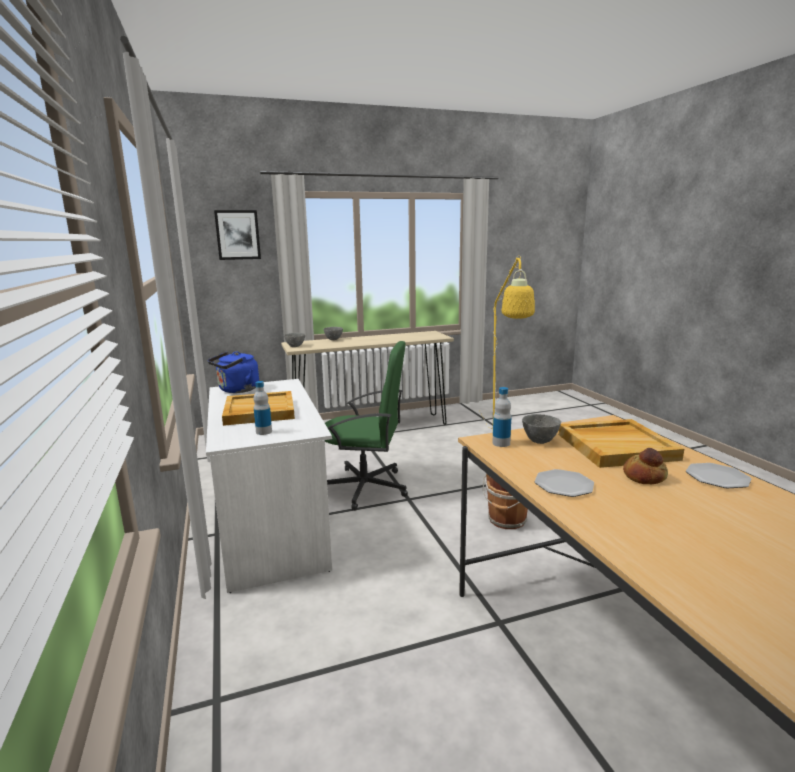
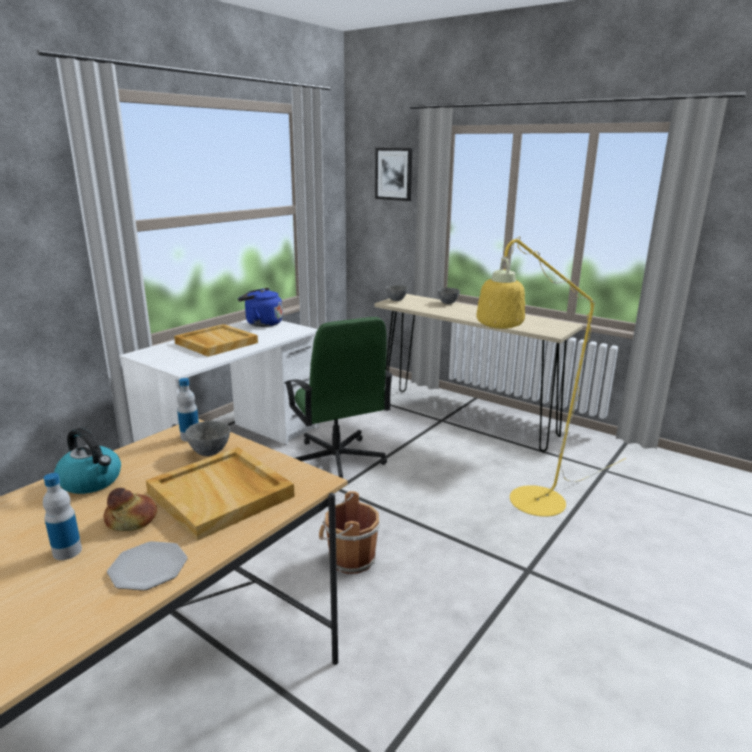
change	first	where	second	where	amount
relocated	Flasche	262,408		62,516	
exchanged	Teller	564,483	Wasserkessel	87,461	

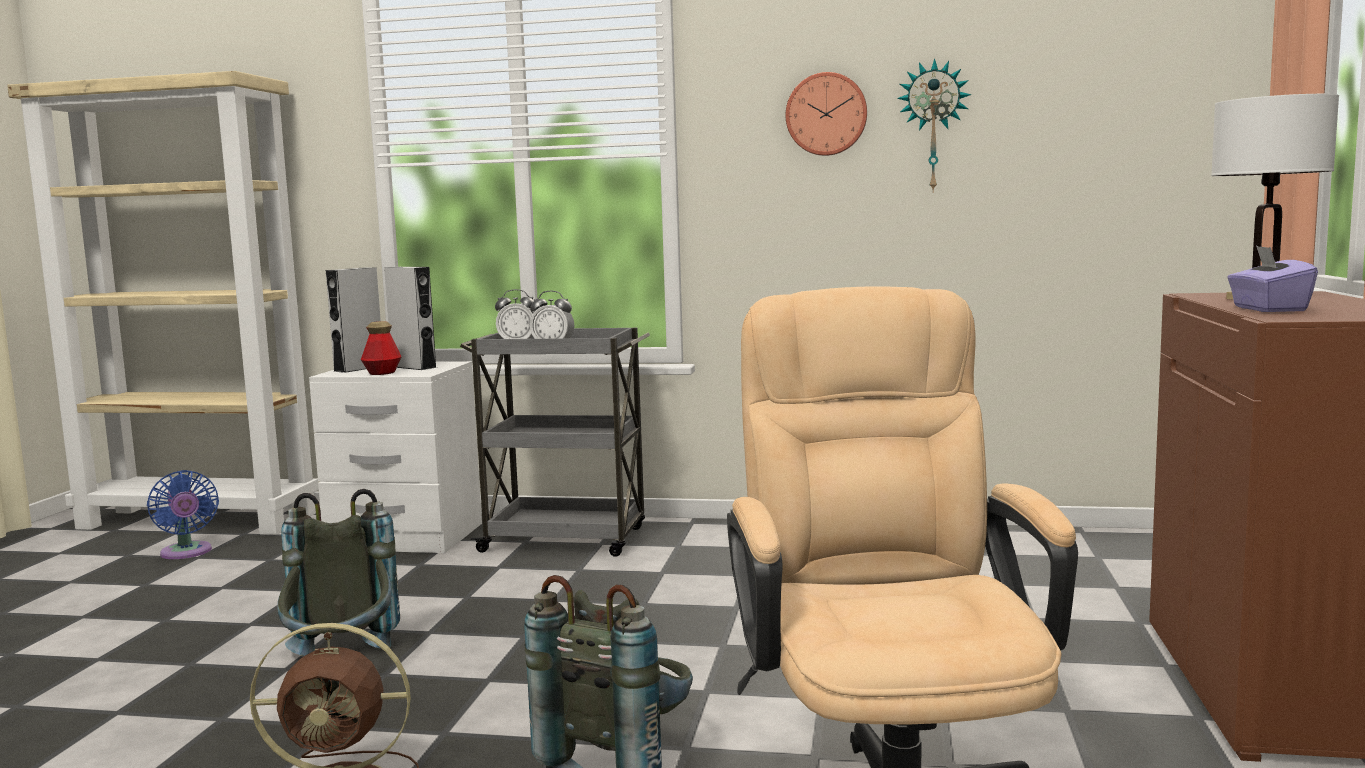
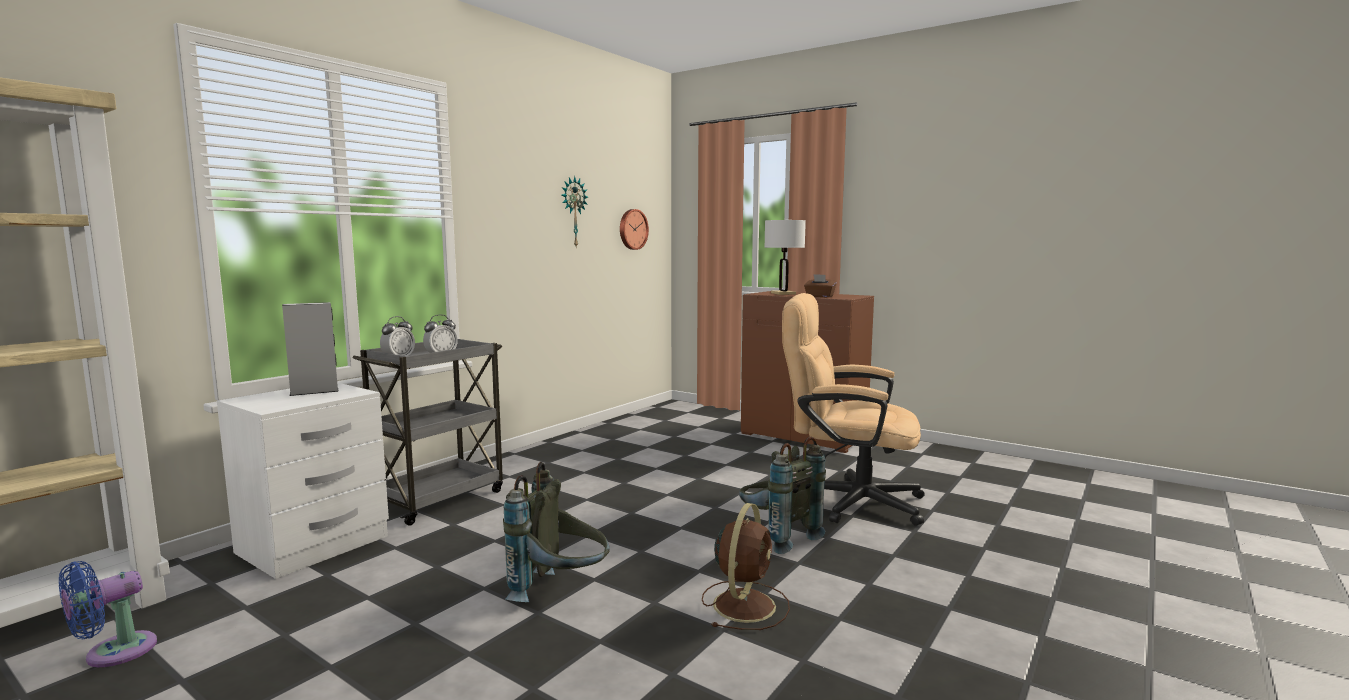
change	first	where	second	where	amount
relocated	Wanduhr	826,114		634,229	
colour	Taschentuchbox (lila)	1272,279	Taschentuchbox (braun)	820,285	
missing	Lautsprecher (grau)	353,320			
missing	Flasche	381,348			
spun	Ventilator (blau)	183,514		108,614	135 degrees clockwise

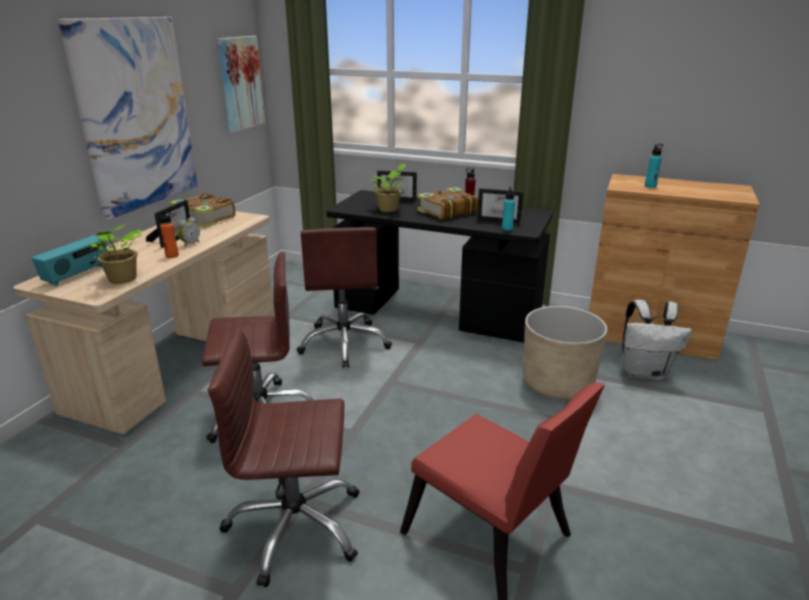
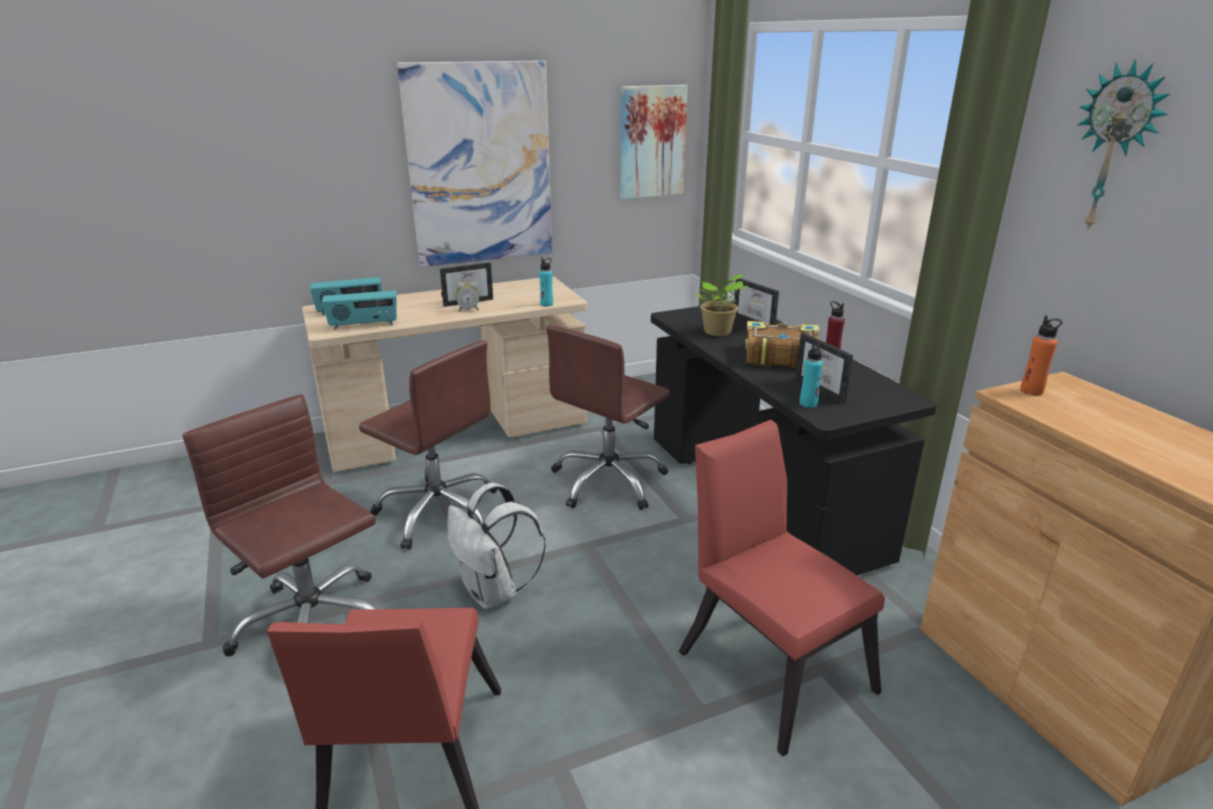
change	first	where	second	where	amount
relocated	Flasche (türkis)	654,166		546,282	
missing	Buch	202,210			
relocated	Flasche (orange)	169,234		1041,355	
exchanged	Topfpflanze	116,254	Radio	359,310	
relocated	Rucksack (weiß)	656,340		496,546	
exchanged	Pflanzkübel (beige)	565,353	Stuhl (rot)	781,588	
appeared			Wanduhr	1124,145	

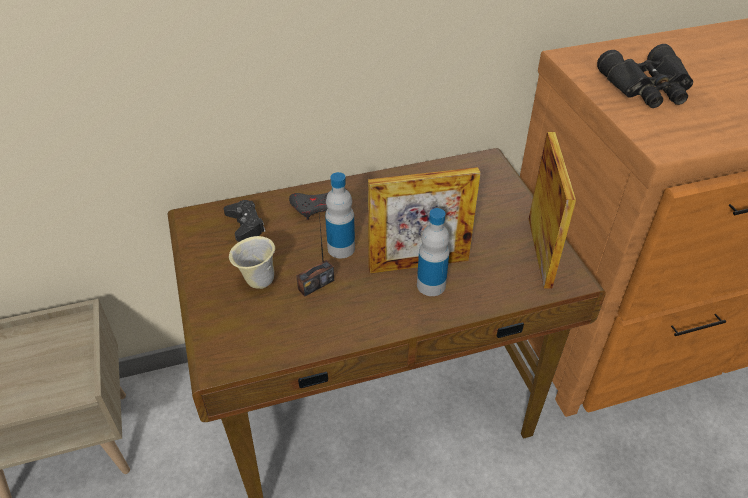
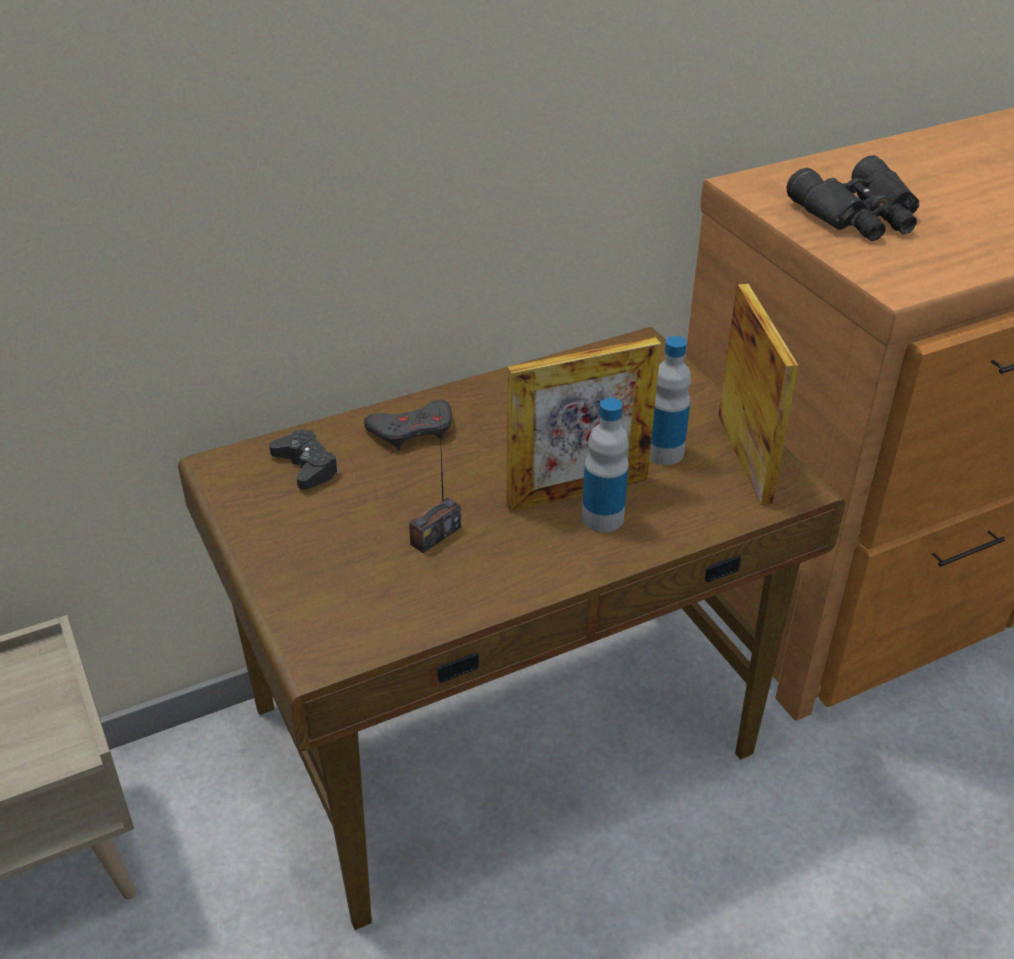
change	first	where	second	where	amount
relocated	Flasche	340,215		670,400	
missing	Henkelbecher (beige)	252,262			

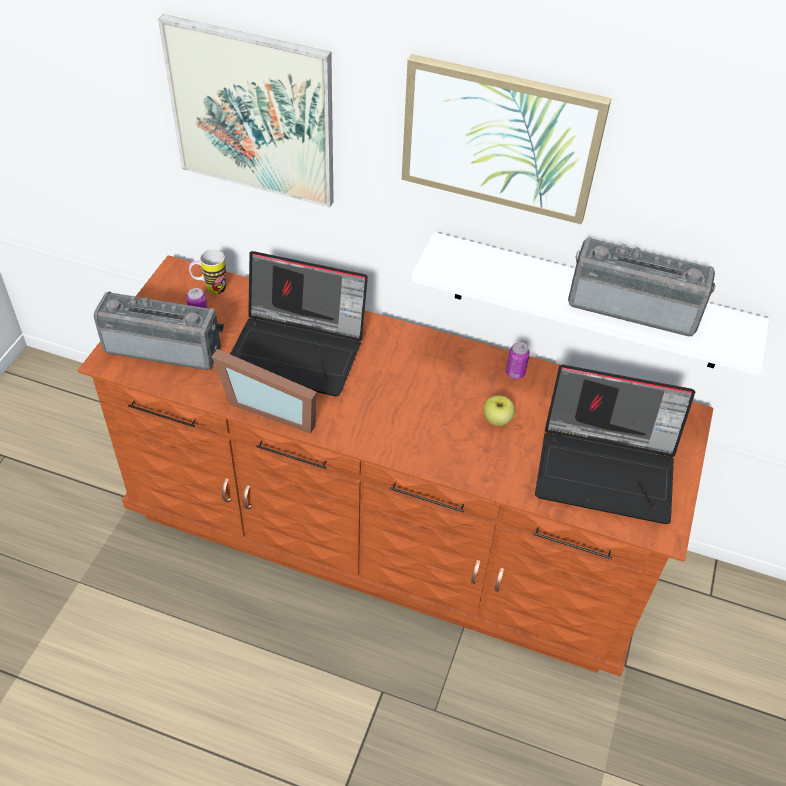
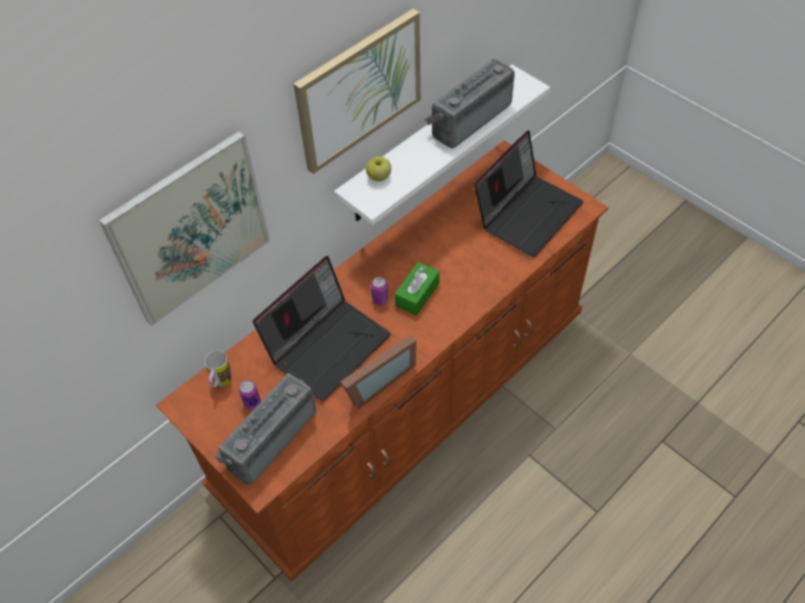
change	first	where	second	where	amount
relocated	Dose	518,360		379,291	
relocated	Apfel	499,411		378,168	
appeared			Taschentuchbox (grün)	417,289	

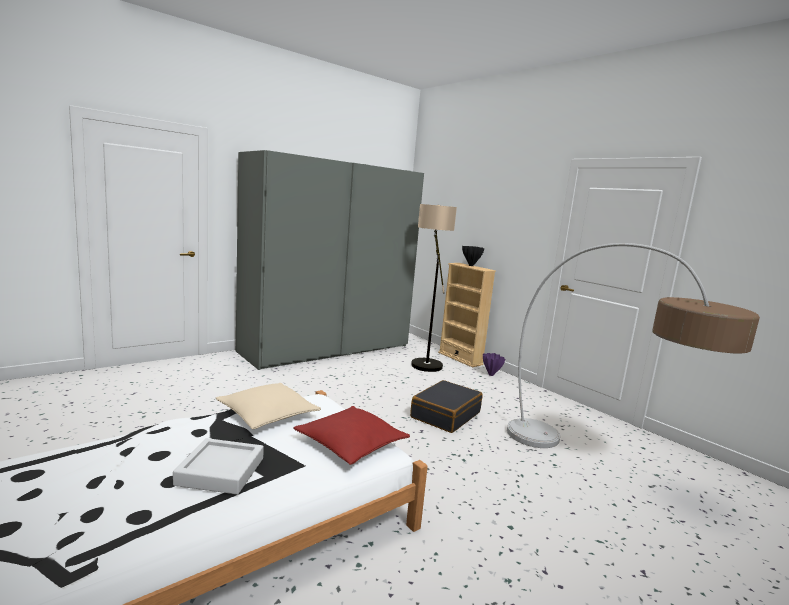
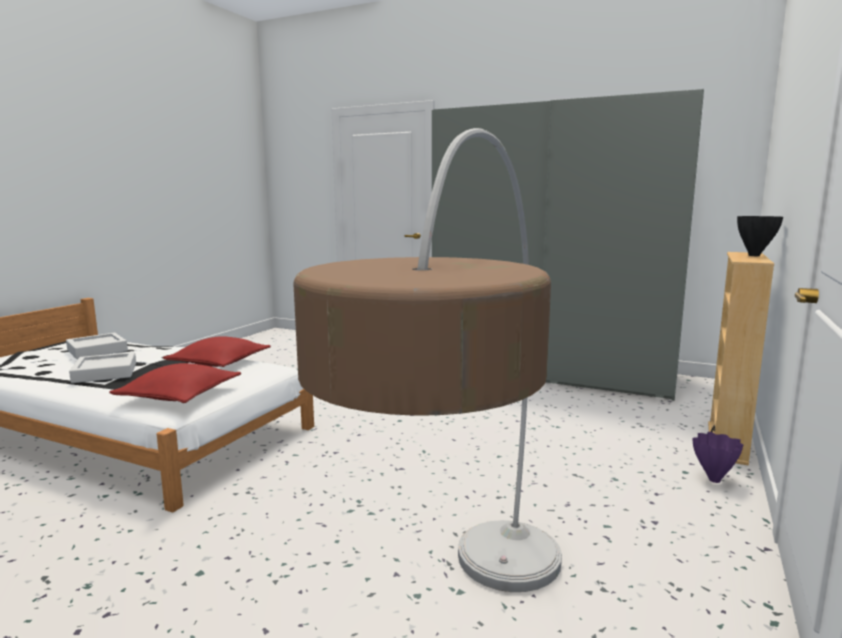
change	first	where	second	where	amount
missing	Stehlampe	434,288			
missing	Koffer (schwarz)	446,406			
colour	Kissen (beige)	268,406	Kissen (rot)	217,351	
appeared			Tablett (grau)	97,346	

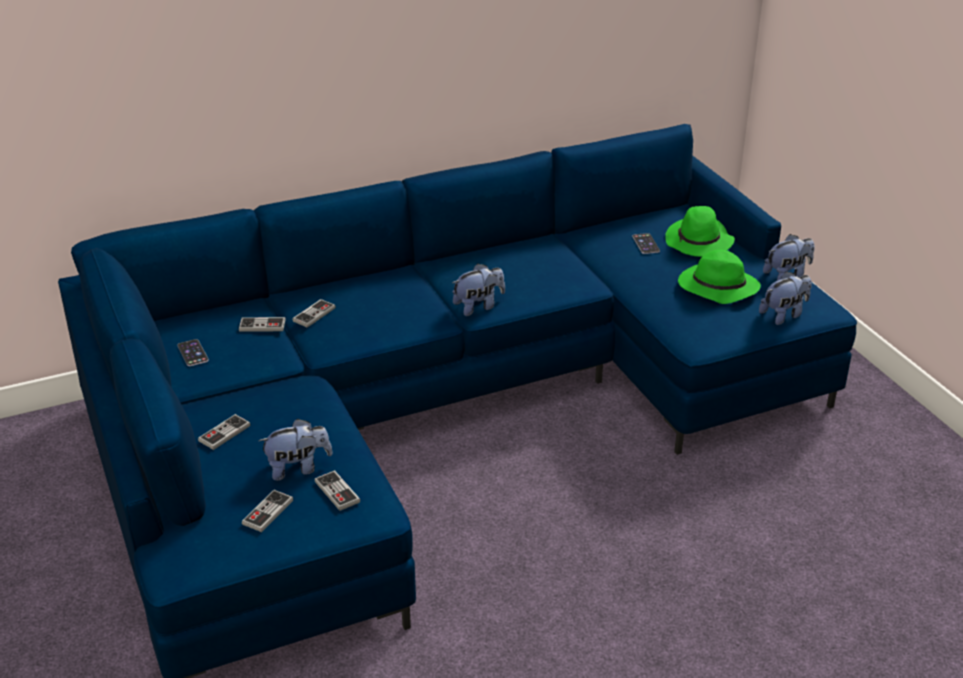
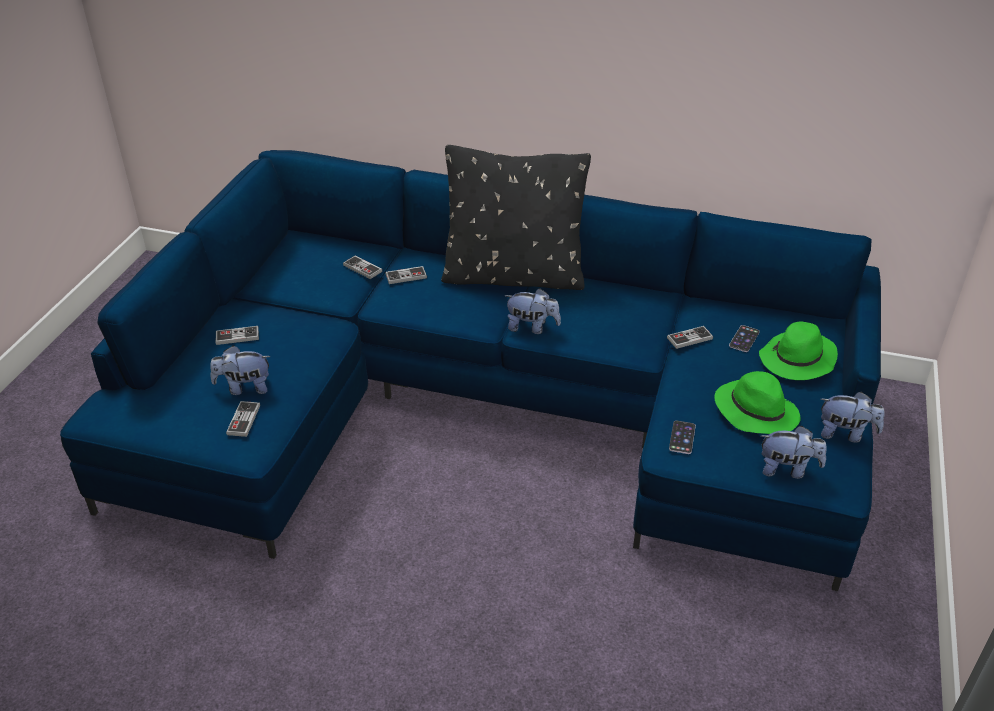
change	first	where	second	where	amount
relocated	Handy	193,352		682,437	
spun	Plüschtier	295,449		240,370	150 degrees clockwise
relocated	Gamepad	267,511		690,337	
appeared			Kissen (schwarz)	516,217	

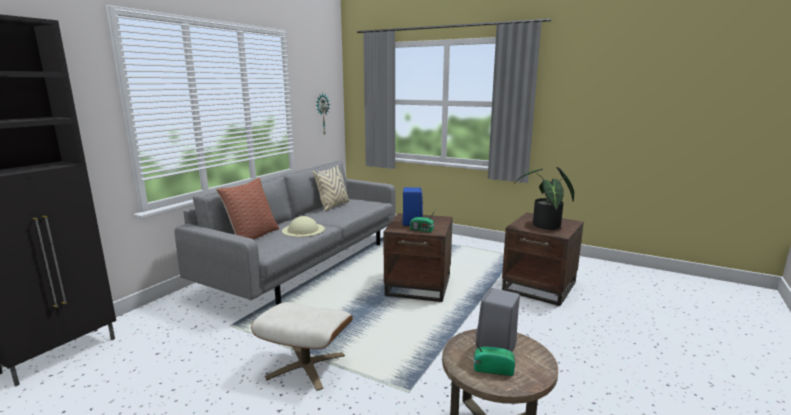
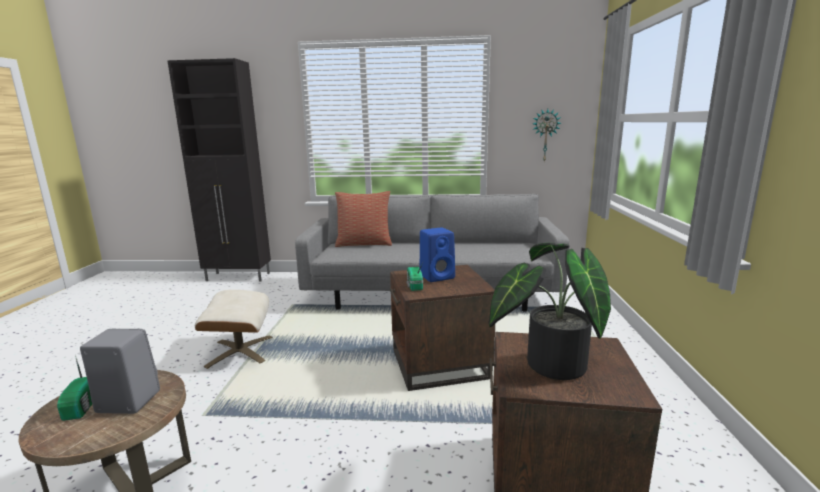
change	first	where	second	where	amount
missing	Kissen (beige)	331,188			
missing	Hut (beige)	303,226			

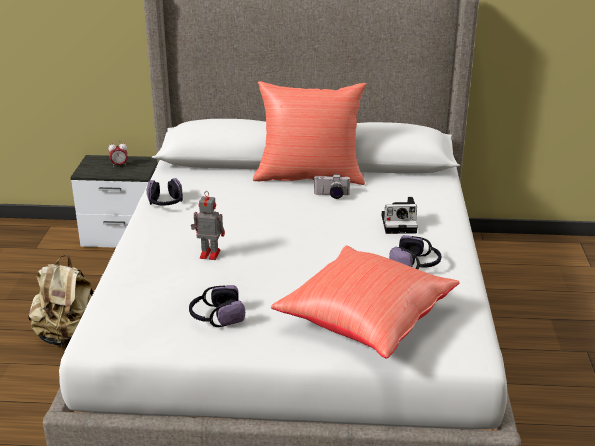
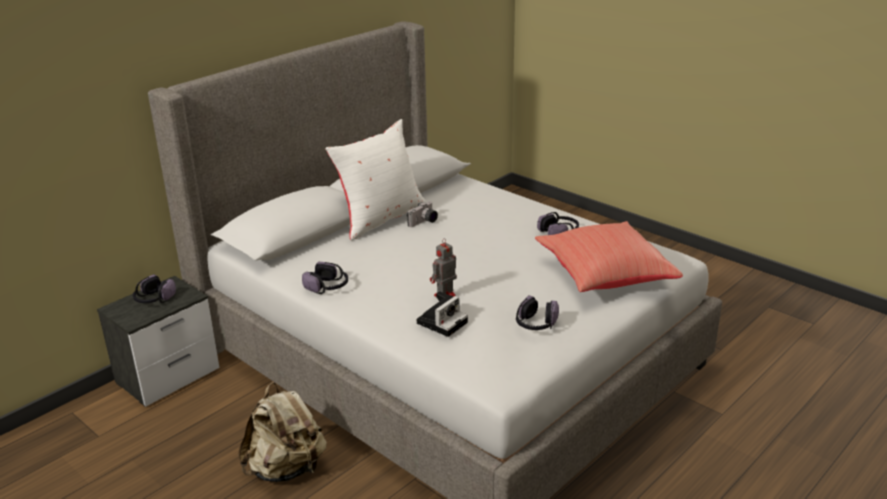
change	first	where	second	where	amount
colour	Kissen (rot)	309,133	Kissen (weiß)	375,180	
exchanged	Wecker	118,154	Kopfhörer	154,288	
relocated	Kamera	399,215		442,314	

